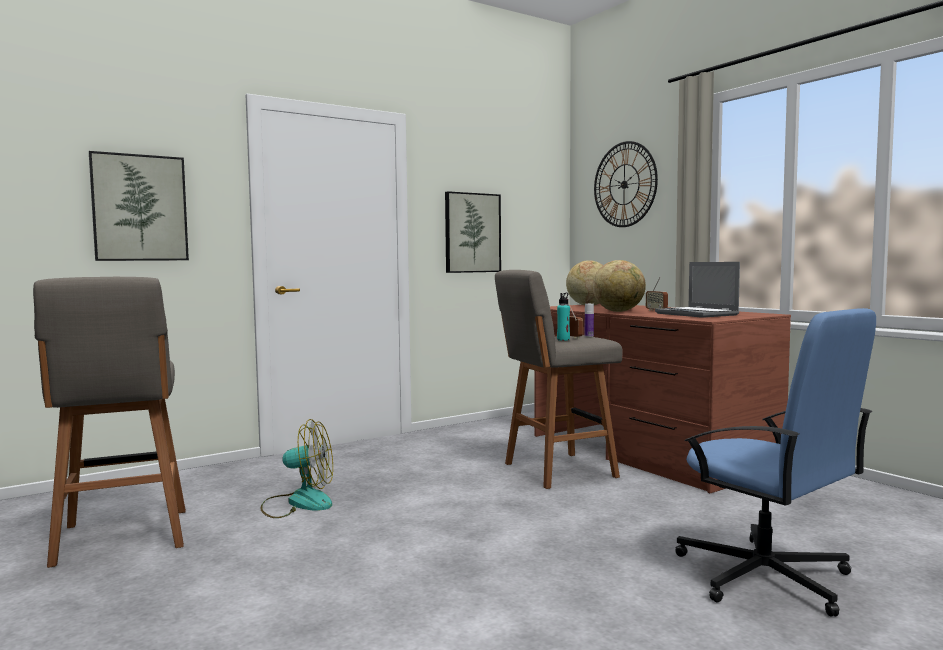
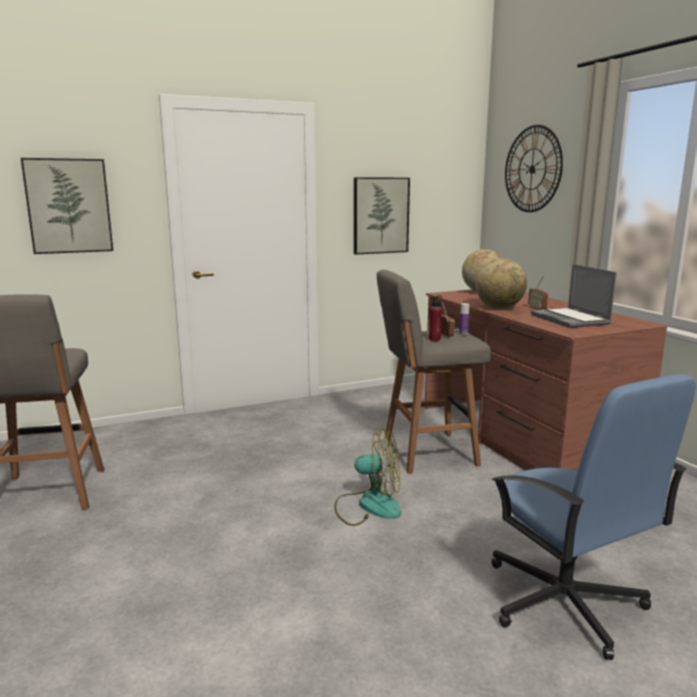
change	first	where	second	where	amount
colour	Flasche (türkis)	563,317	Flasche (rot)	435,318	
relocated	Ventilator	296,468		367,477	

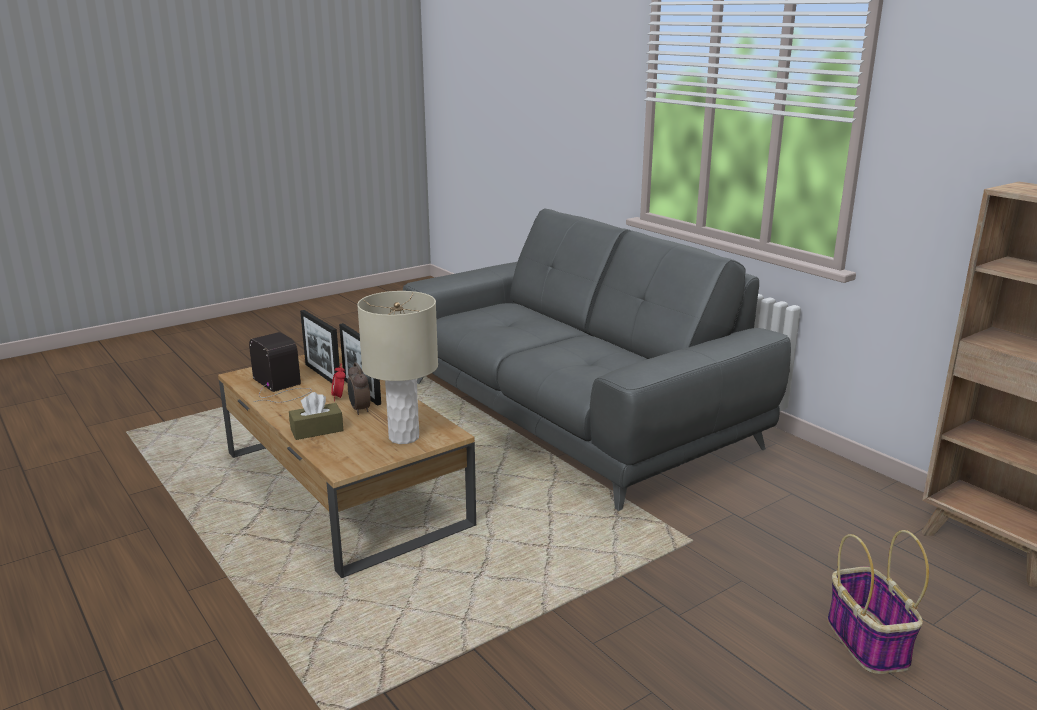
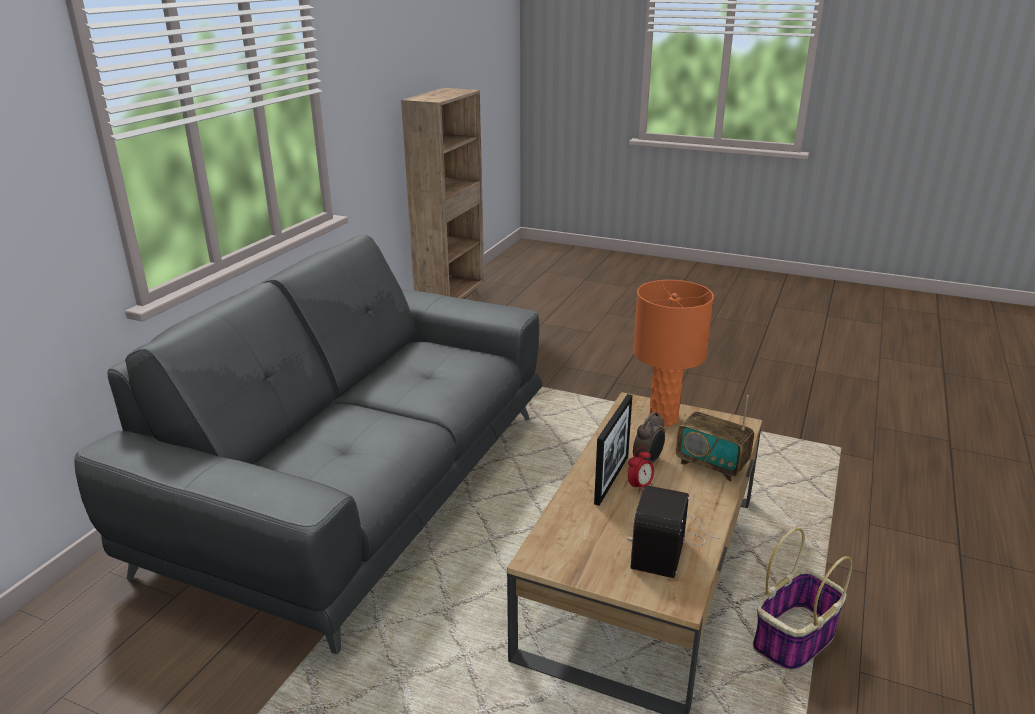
change	first	where	second	where	amount
colour	Tischlampe (beige)	397,367	Tischlampe (orange)	673,353	
missing	Bilderrahmen	320,346			
exchanged	Taschentuchbox (braun)	316,416	Radio	715,438	
relocated	Korb	878,602		803,599	

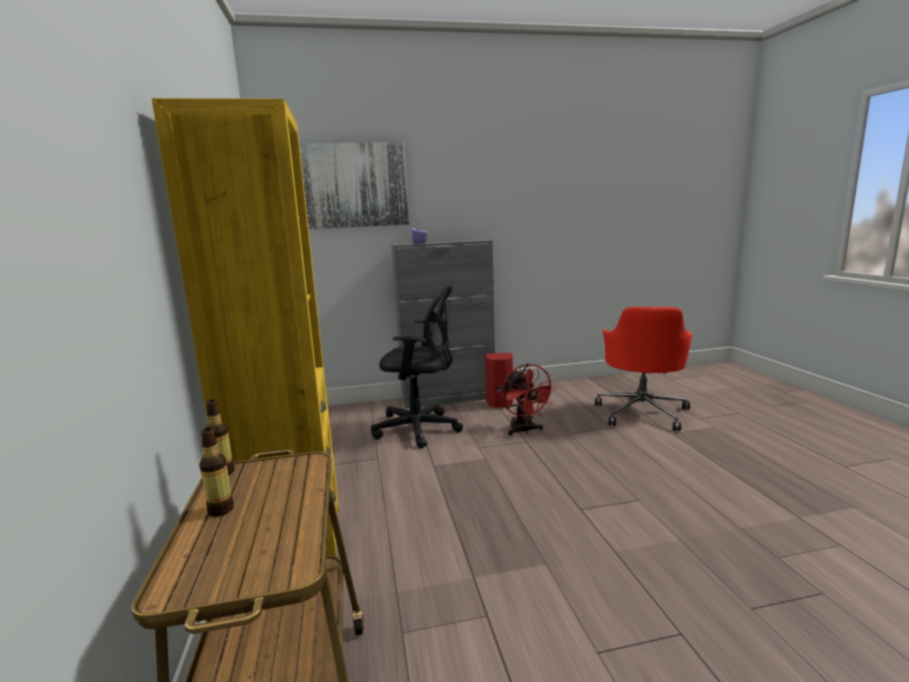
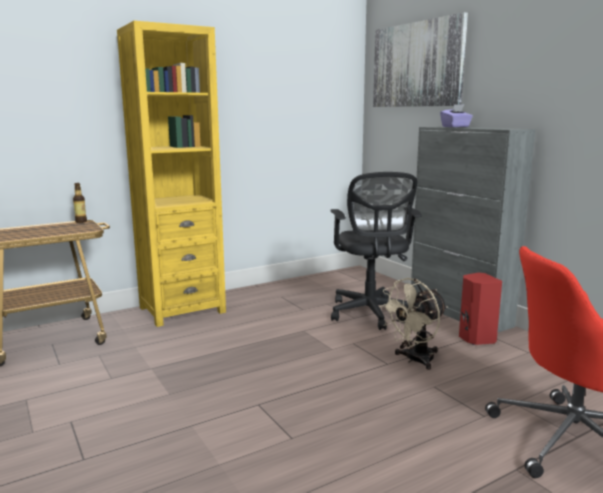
change	first	where	second	where	amount
colour	Ventilator (rot)	528,399	Ventilator (beige)	413,324	
missing	Flasche	216,472			

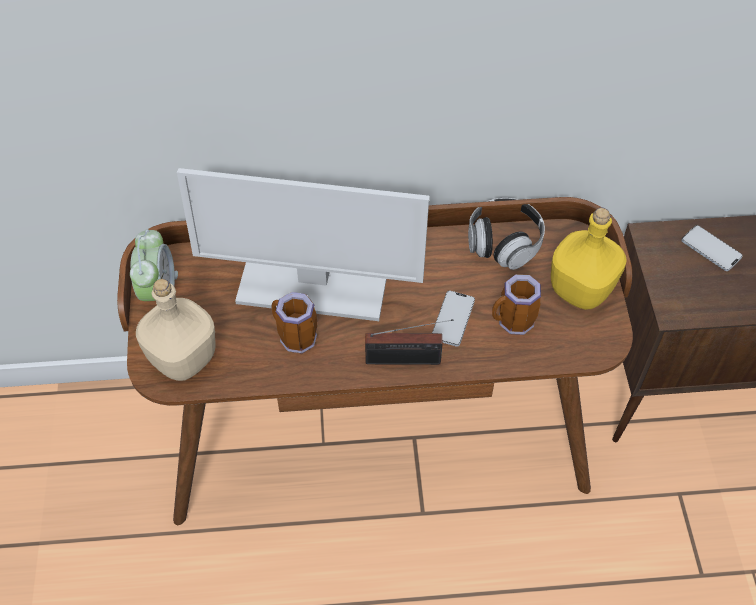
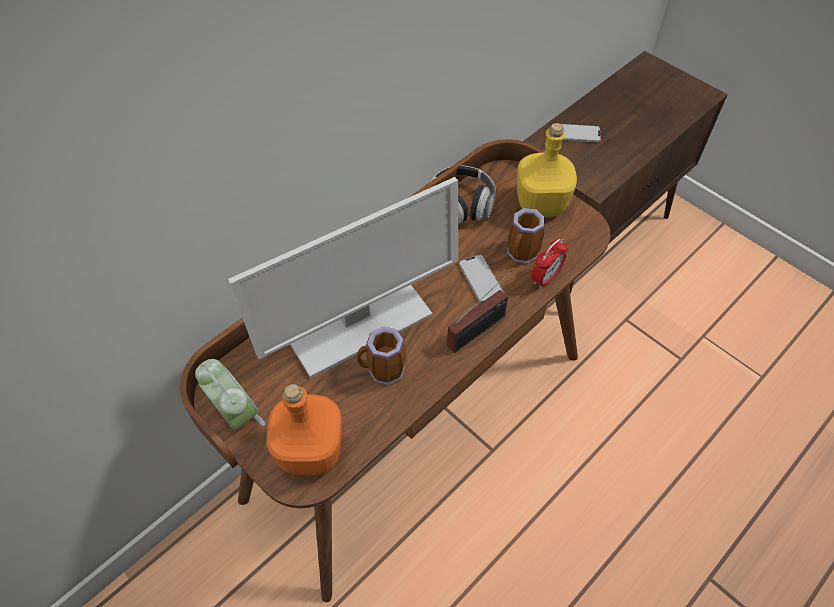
change	first	where	second	where	amount
colour	Flasche (beige)	176,330	Flasche (orange)	304,430	
appeared			Wecker	549,264	

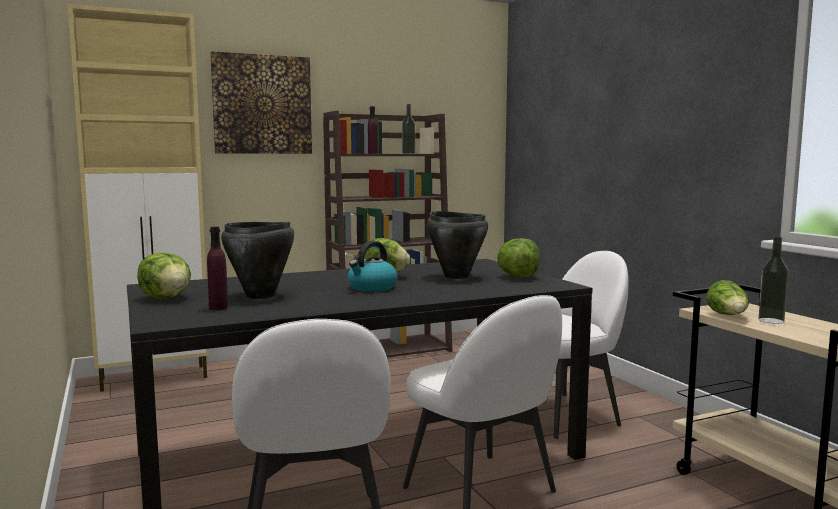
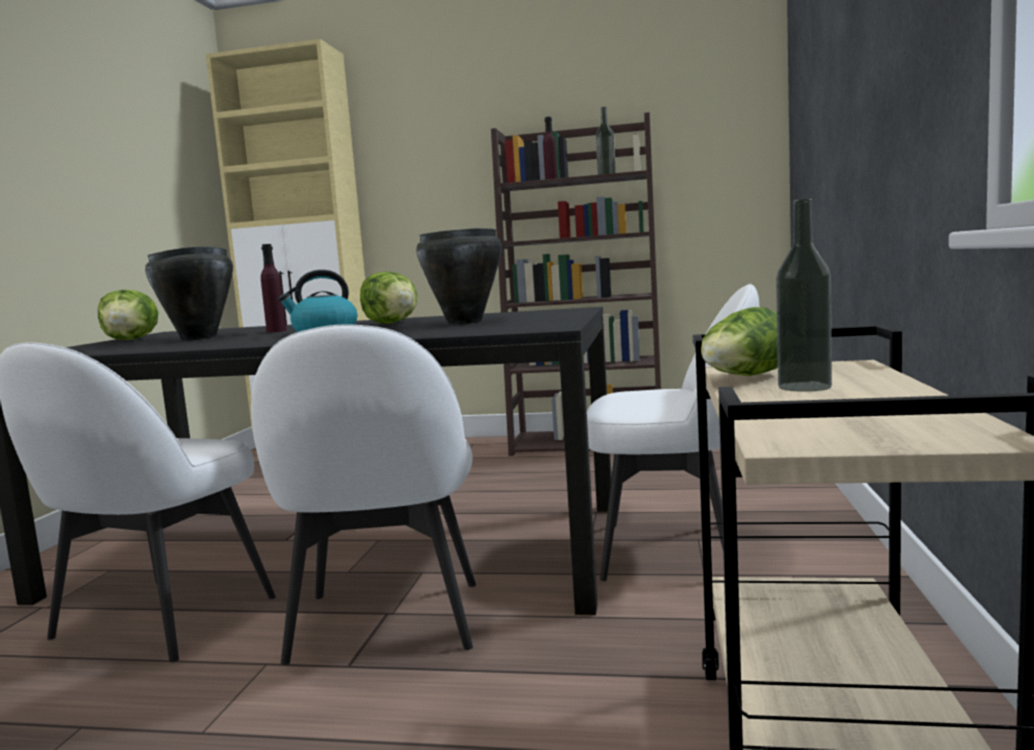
change	first	where	second	where	amount
missing	Bild	261,102			
relocated	Flasche (lila)	217,268		274,288	
missing	Salatkopf	518,258			

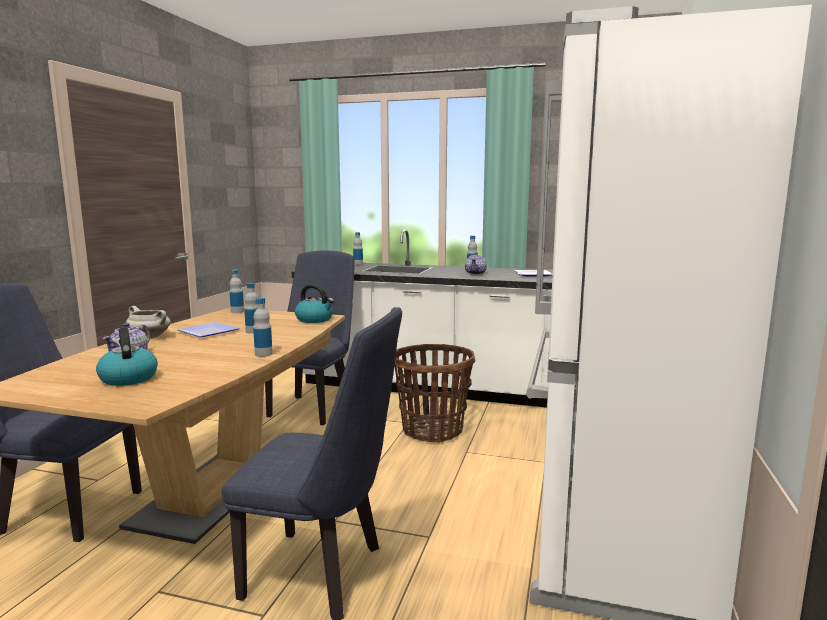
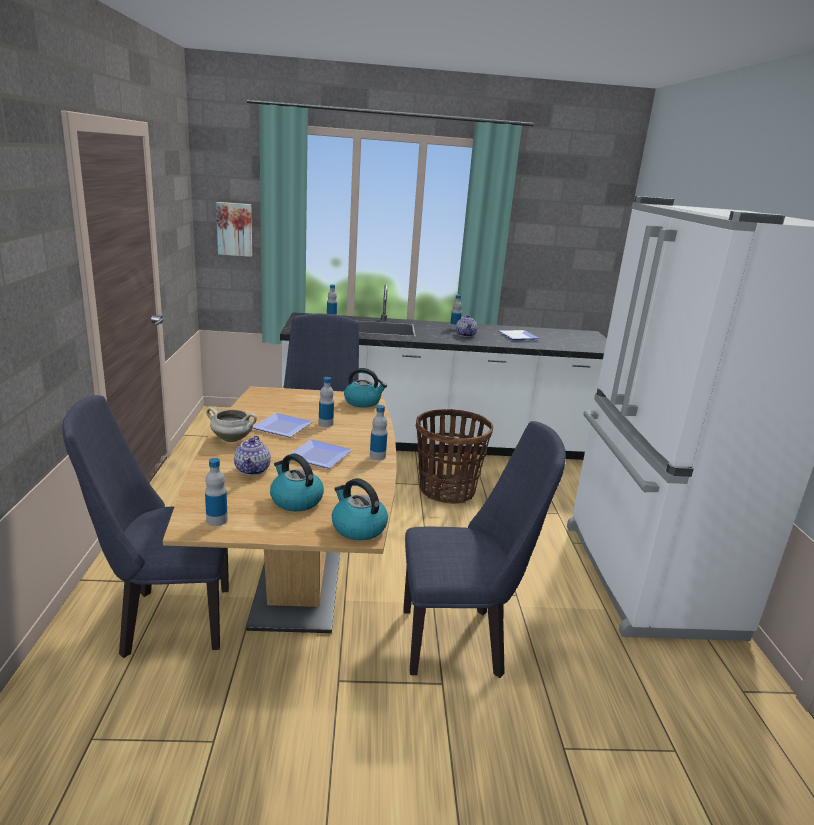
change	first	where	second	where	amount
relocated	Flasche	237,291		216,492	
appeared			Bild	234,229	
appeared			Teller	320,454	
appeared			Wasserkessel	360,509	

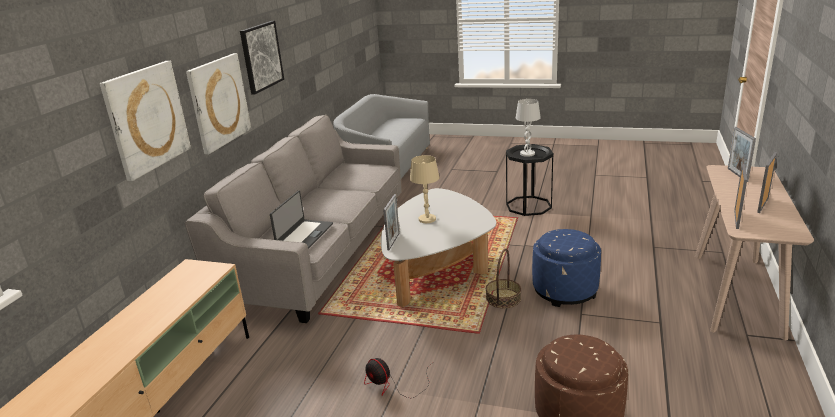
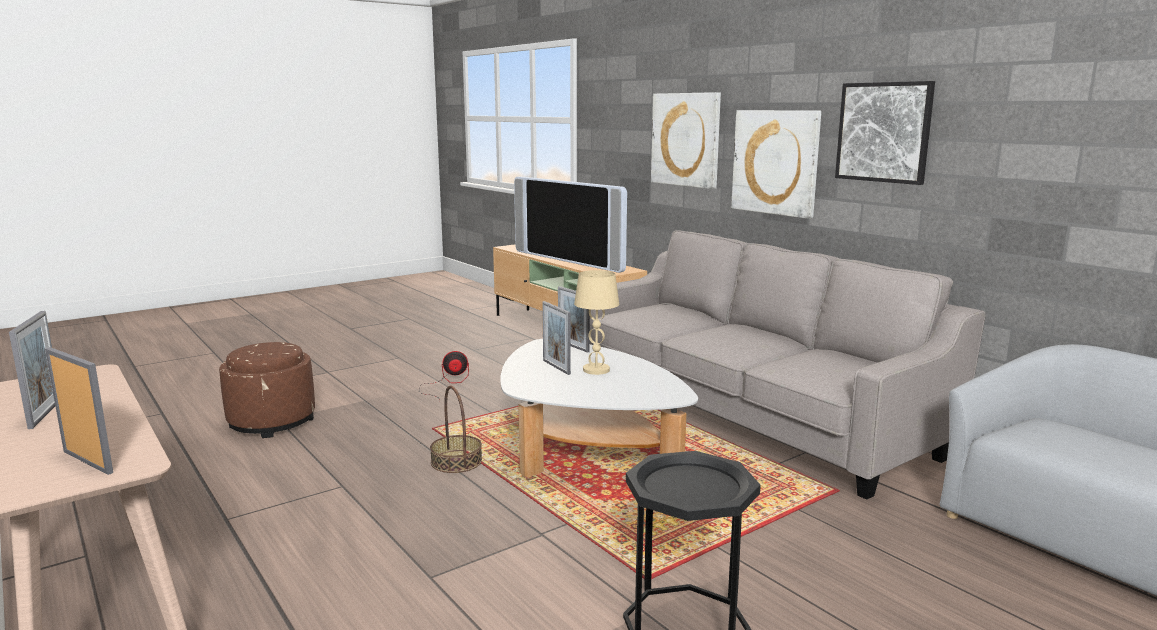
change	first	where	second	where	amount
missing	Tischlampe (weiß)	528,128			
relocated	Bilderrahmen	740,196		556,338	
missing	Laptop	301,219			
missing	Polsterhocker (blau)	566,268			
appeared			Fernseher	570,224	

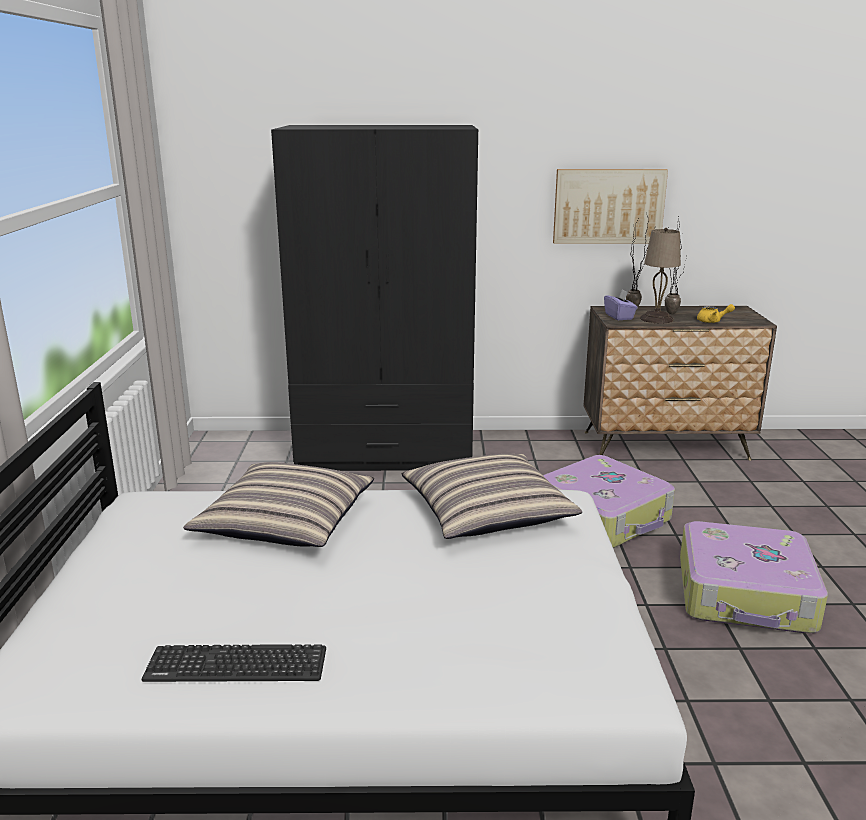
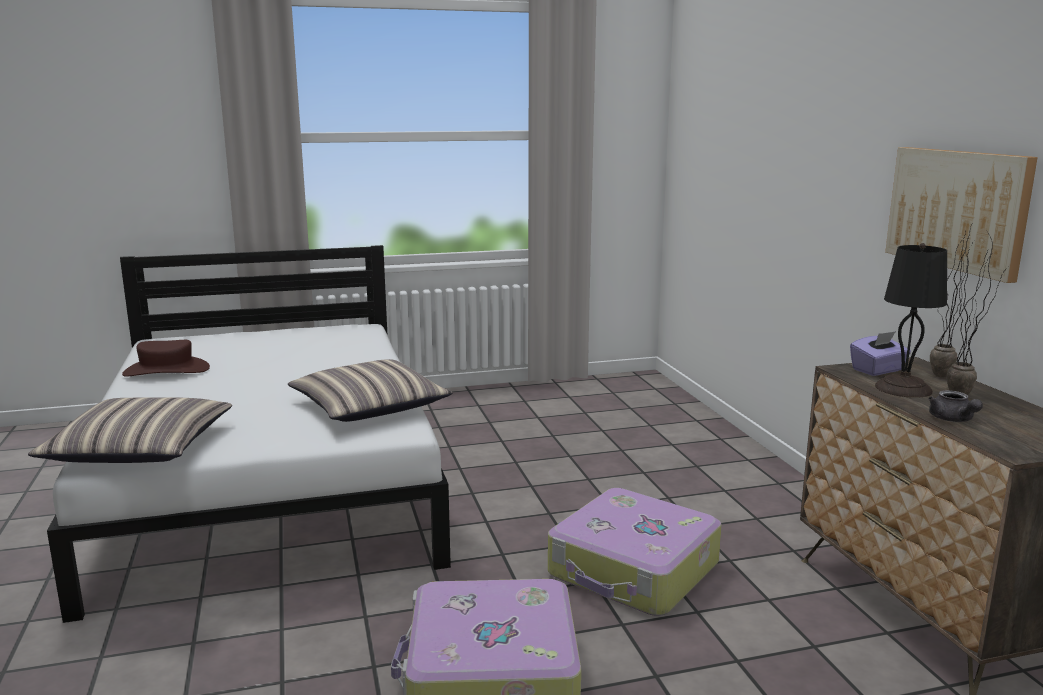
change	first	where	second	where	amount
missing	Kleiderschrank (schwarz)	374,298			
colour	Tischlampe (beige)	660,275	Tischlampe (schwarz)	911,320	
colour	Teekanne (gelb)	716,313	Teekanne (grau)	955,406	
relocated	Kissen	278,504		130,430	
exchanged	Tastatur	234,663	Hut (braun)	166,358	

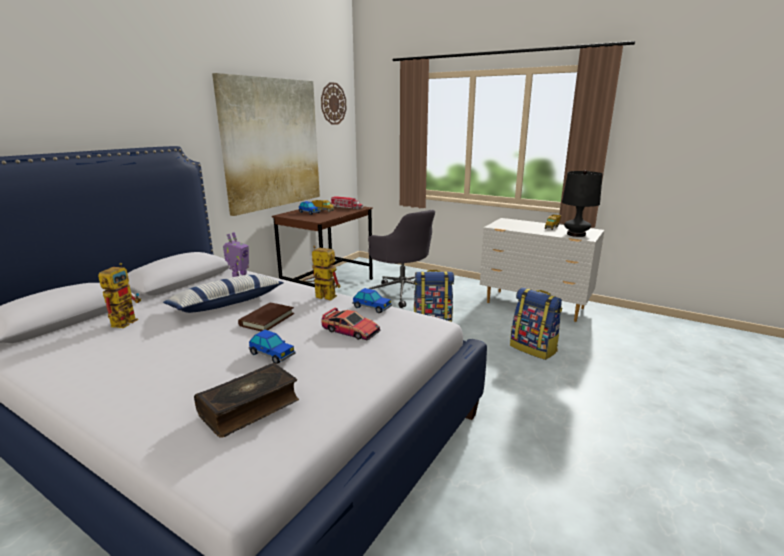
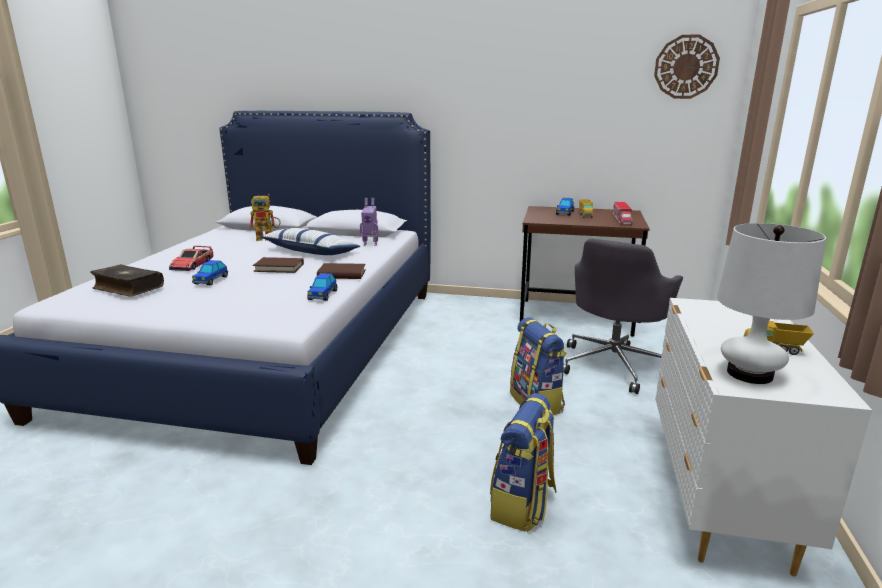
change	first	where	second	where	amount
missing	Bild	266,144			
colour	Tischlampe (schwarz)	582,203	Tischlampe (weiß)	771,303	
exchanged	Spielzeugroboter	322,273	Buch (braun)	341,271	
relocated	Spielzeugauto	350,323		191,258	

